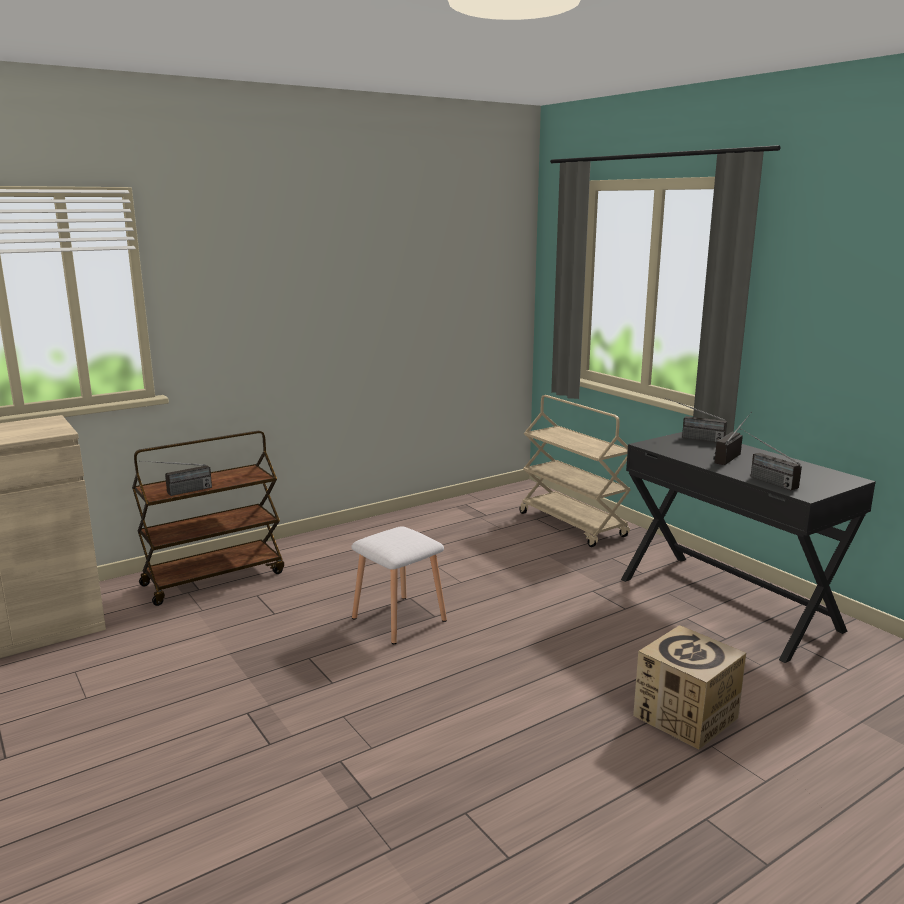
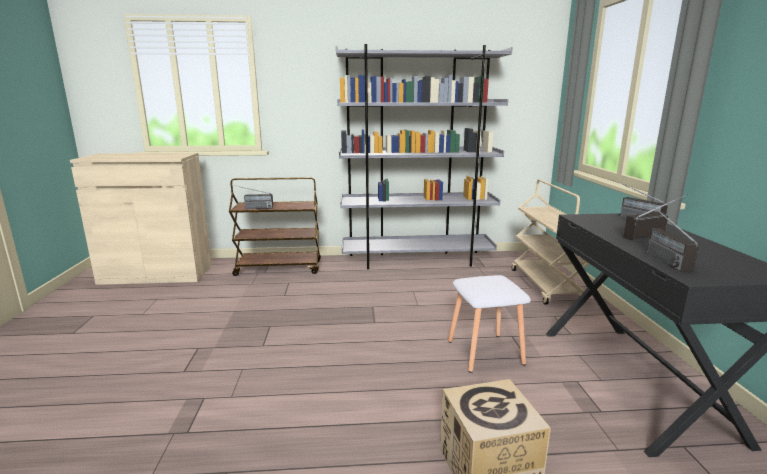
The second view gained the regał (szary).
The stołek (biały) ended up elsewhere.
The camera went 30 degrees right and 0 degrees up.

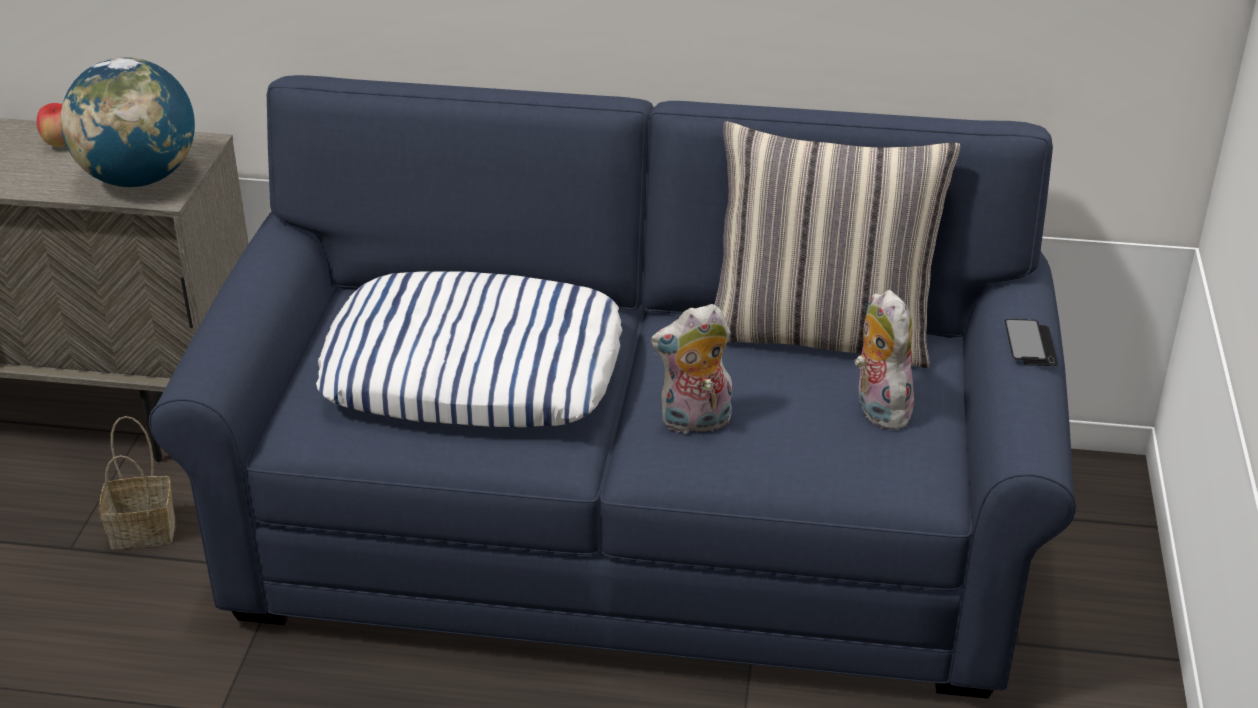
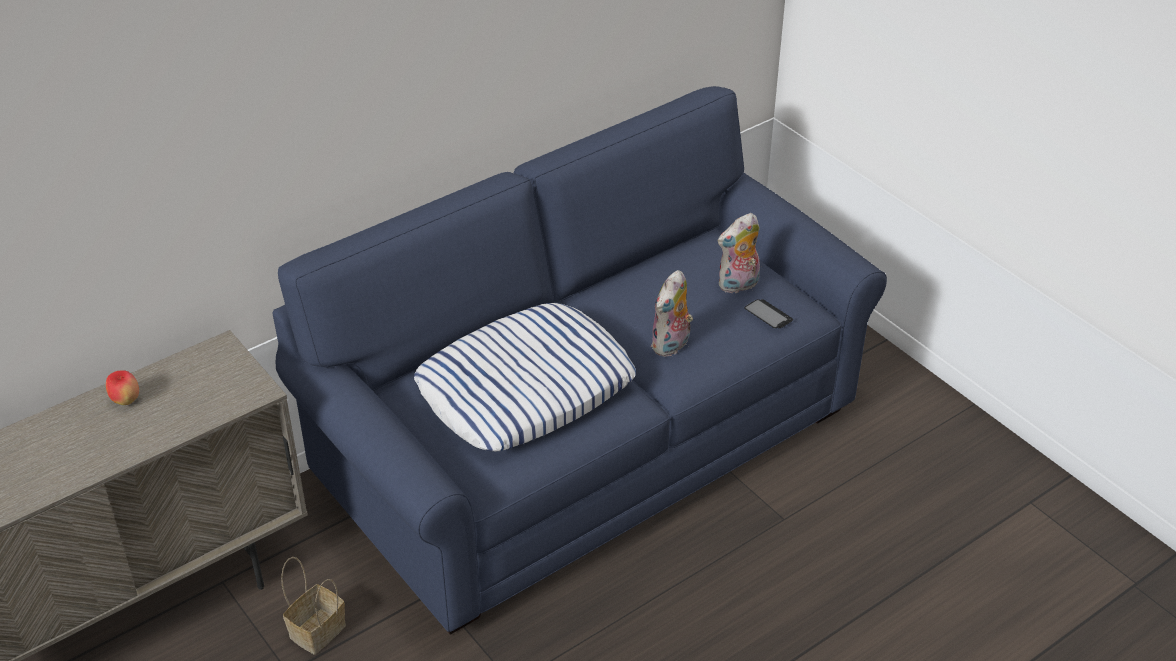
The pluszak (no. 2 from left) ended up facing another way, 60 degrees counterclockwise from before.
The telefon ended up elsewhere.
The second view lost the globus.
The second view lost the poduszka (no. 2 from left).
The camera went 45 degrees left and 5 degrees up.

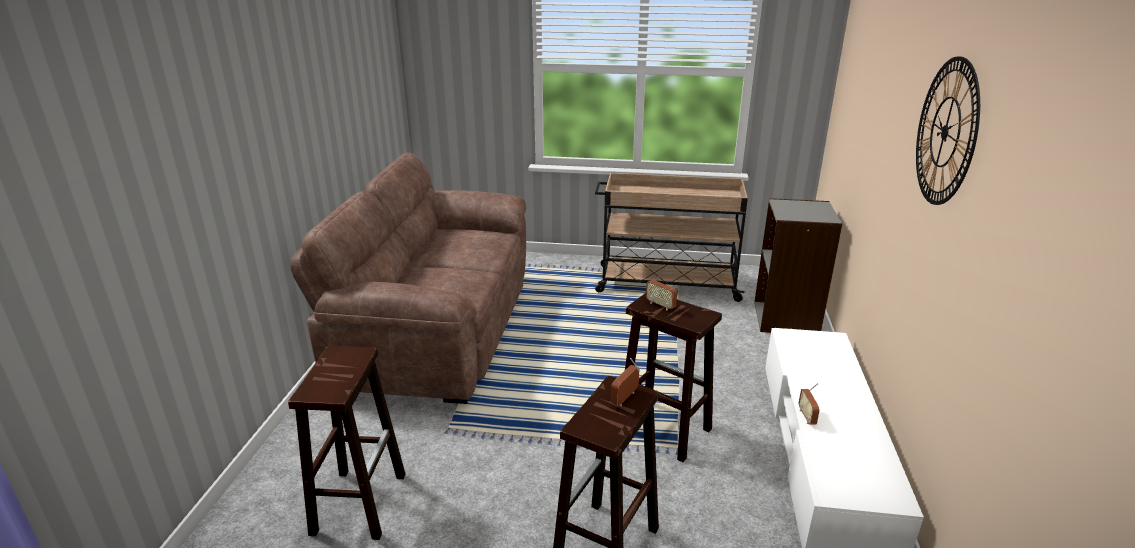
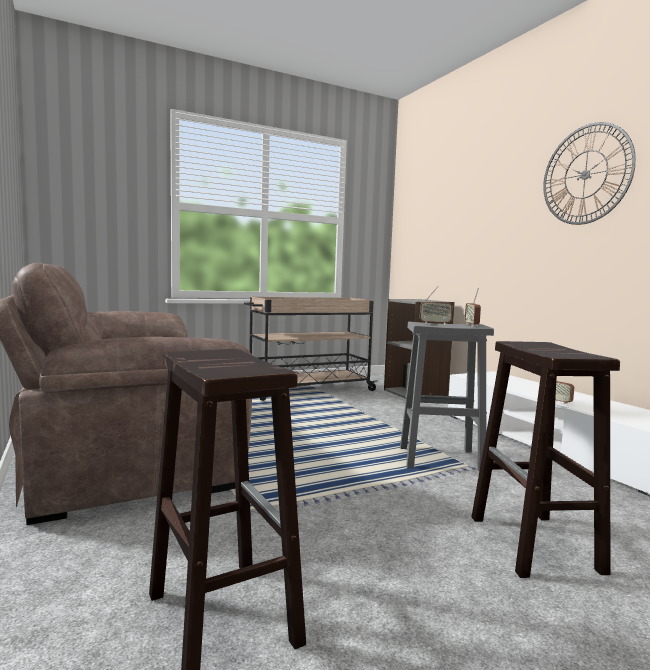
What was the stołek (brązowy) (no. 3 from left) turned into the stołek (szary).
The radio (no. 1 from left in the first image) ended up elsewhere.
The camera went 35 degrees left and 20 degrees down.

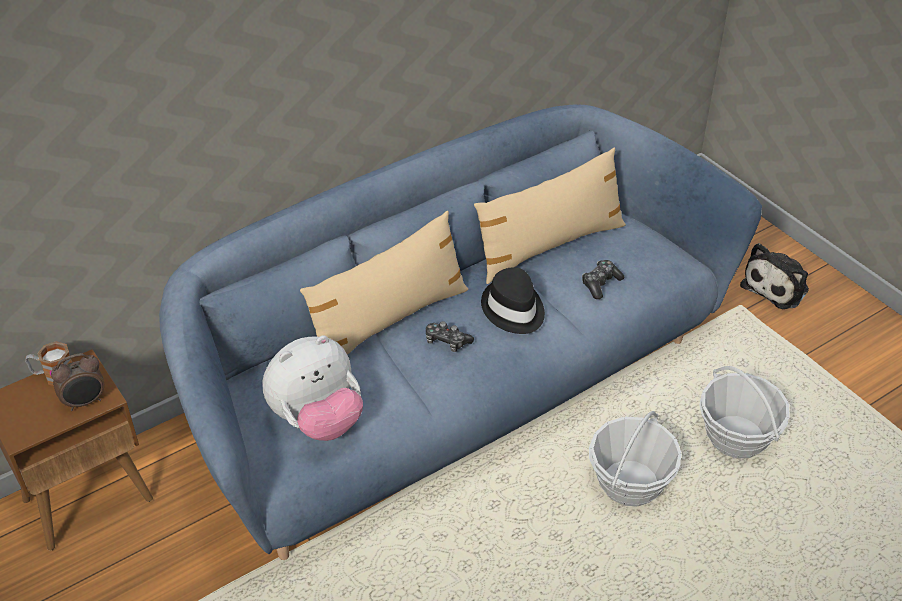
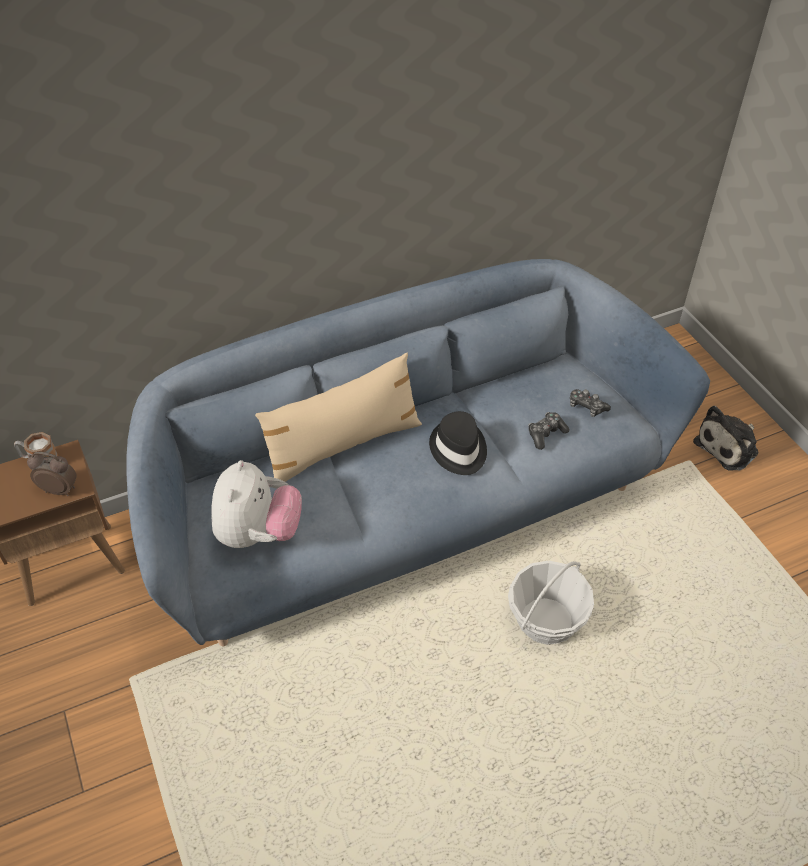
The budzik ended up facing another way, 150 degrees counterclockwise from before.
The pluszak (no. 1 from left) ended up facing another way, 60 degrees counterclockwise from before.
The pad do gier (no. 1 from left in the first image) ended up elsewhere.
The second view lost the poduszka (beżowy) (no. 2 from left).
The second view lost the koszyk (no. 2 from left).
The camera went 10 degrees right and 5 degrees up.

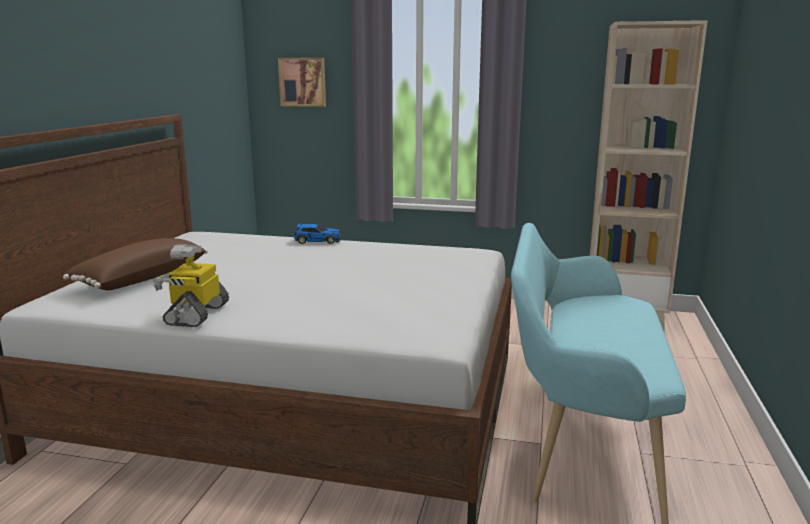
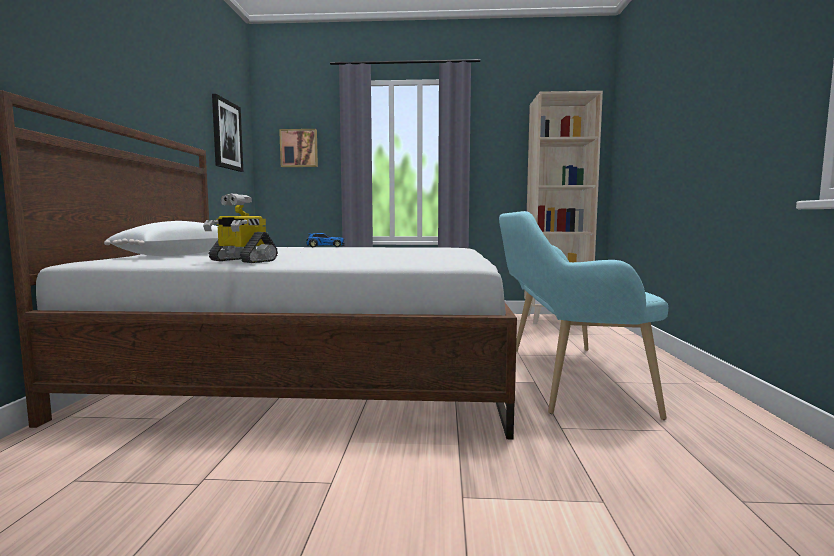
What was the poduszka (brązowy) turned into the poduszka (biały).
The robot zabawkowy ended up facing another way, 60 degrees counterclockwise from before.
The second view gained the obraz (no. 1 from left).
The camera went 10 degrees left and 10 degrees down.

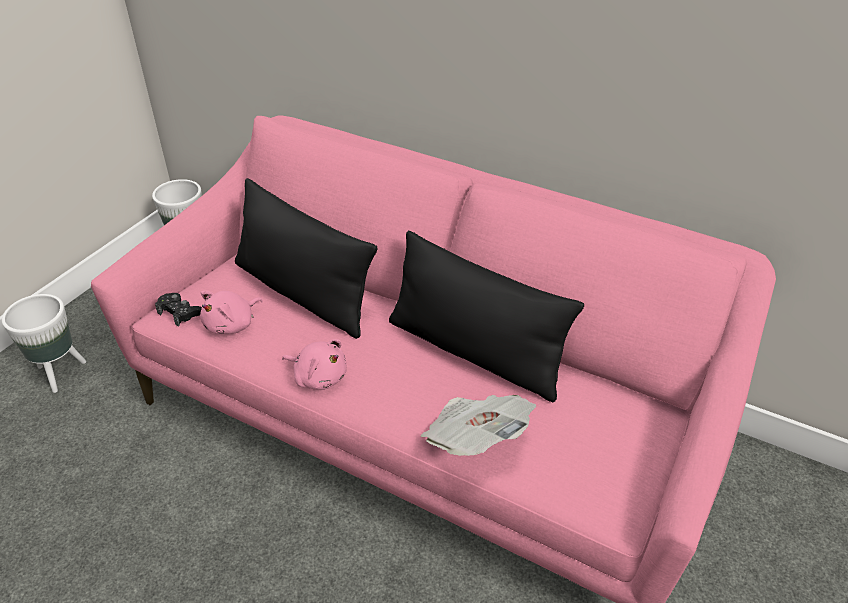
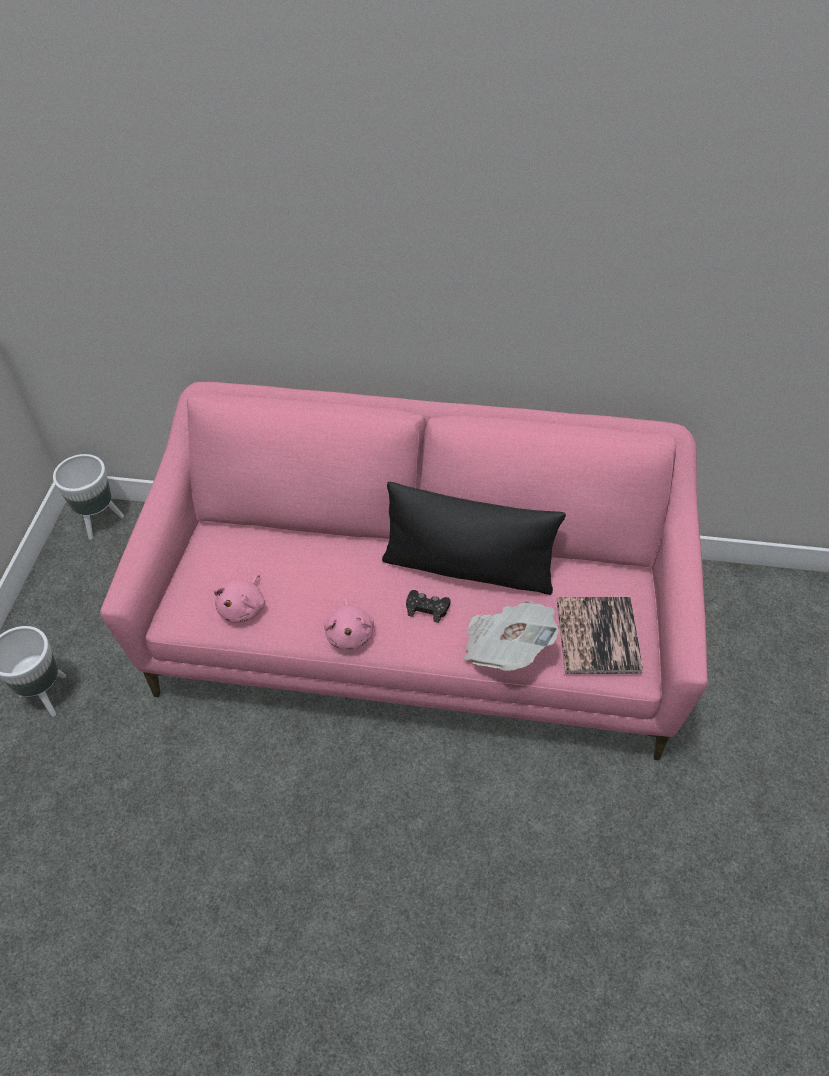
The pluszak (różowy) (no. 2 from left) ended up facing another way, 75 degrees clockwise from before.
The pad do gier (czarny) ended up elsewhere.
The second view gained the książka.
The second view lost the poduszka (czarny) (no. 1 from left).
The camera went 20 degrees left and 10 degrees up.

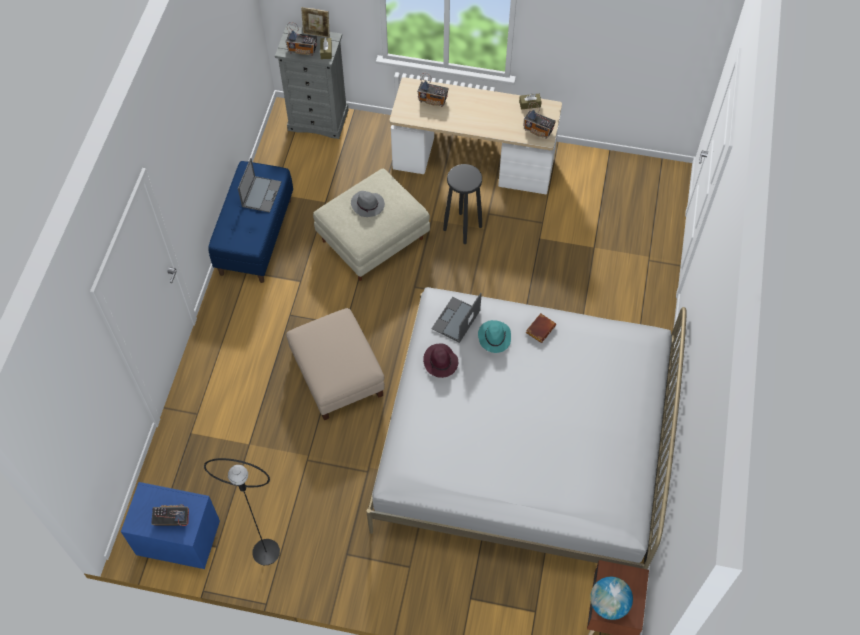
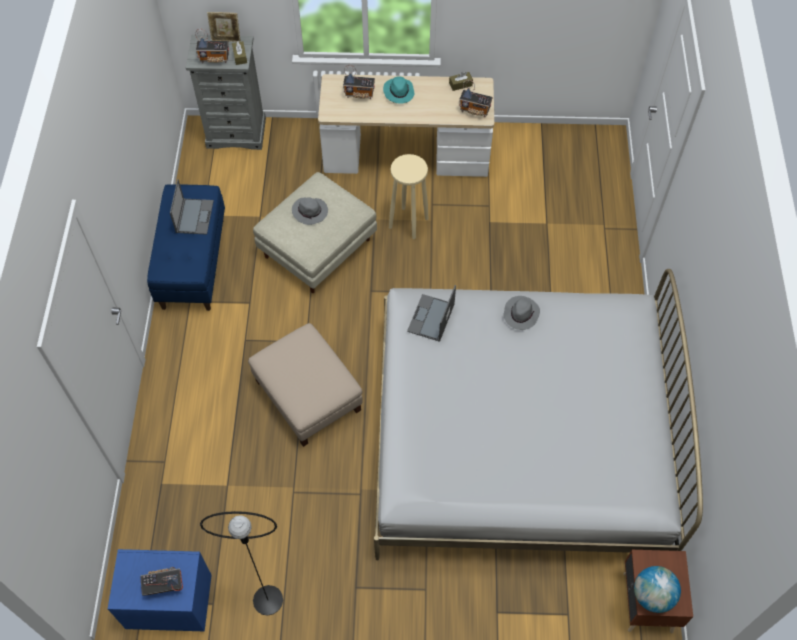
The kapelusz (turkusowy) ended up elsewhere.
What was the stołek (czarny) turned into the stołek (beżowy).
Where the książka (brązowy) stood, the kapelusz (szary) (no. 2 from left) came to stand.
The second view lost the kapelusz (fioletowy).
The camera went 10 degrees left and 0 degrees up.

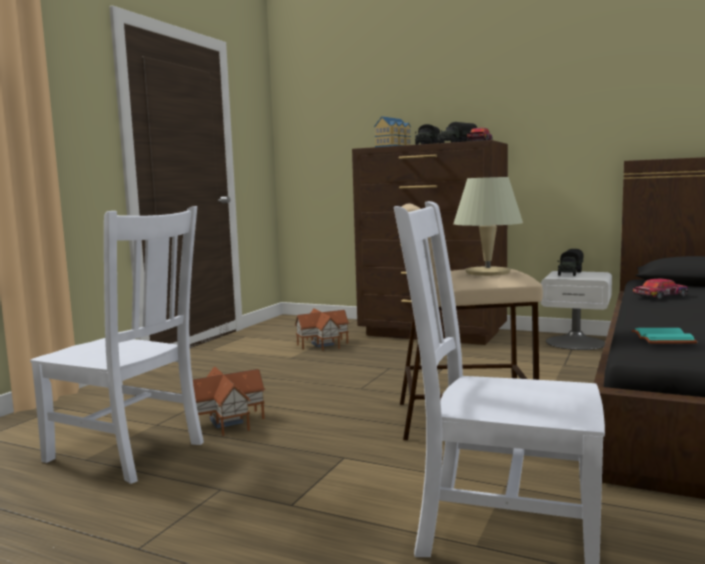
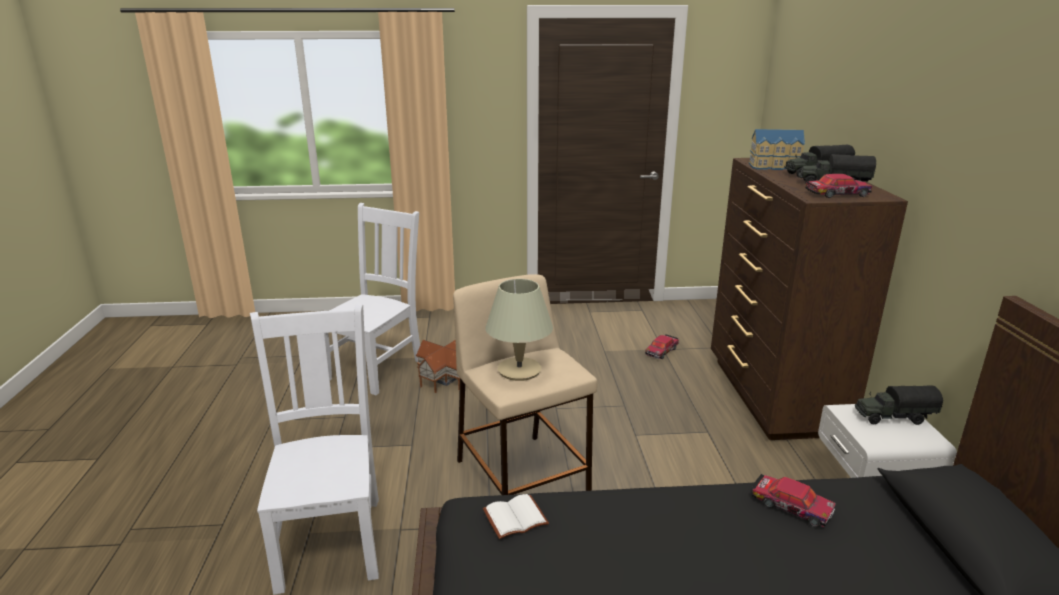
The krzesło (biały) (no. 1 from left in the first image) ended up facing another way, 150 degrees counterclockwise from before.
What was the książka (turkusowy) turned into the książka (biały).
Where the domek (no. 2 from left) stood, the samochodzik (no. 1 from left) came to stand.
The camera went 60 degrees right and 15 degrees up.

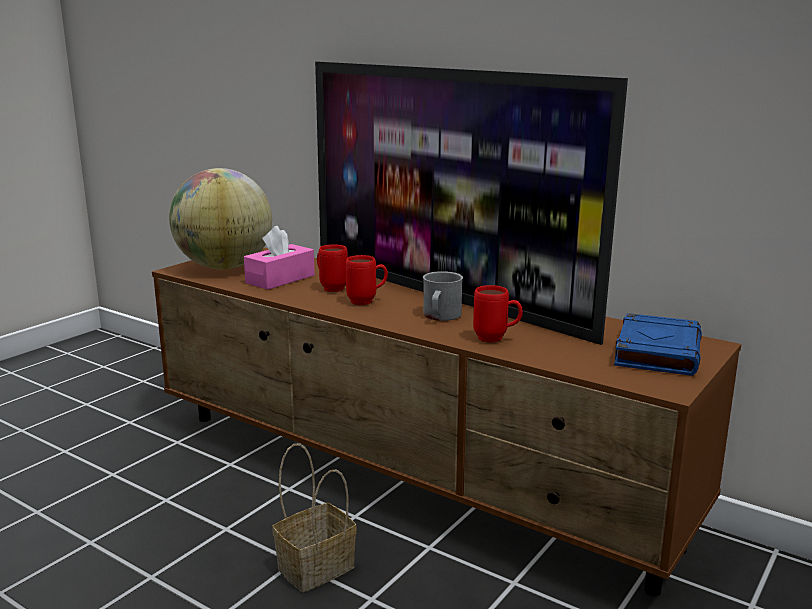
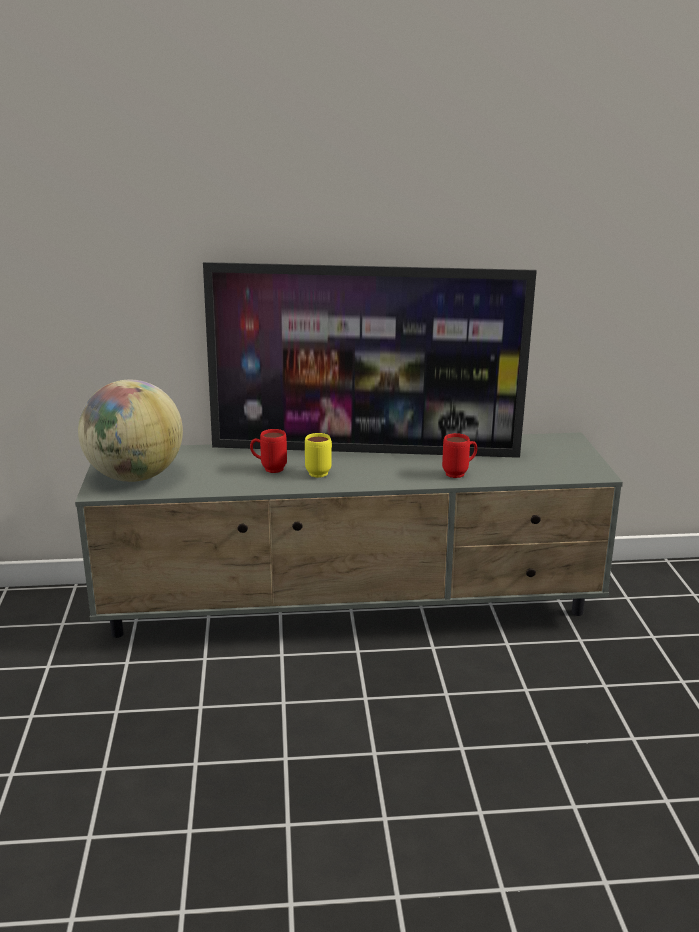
What was the szafka pod telewizor (brązowy) turned into the szafka pod telewizor (szary).
What was the kubek (czerwony) (no. 2 from left) turned into the kubek (żółty).
The second view lost the pudełko chusteczek (różowy).
The second view lost the koszyk.
The second view lost the kubek (szary).
The second view lost the książka (niebieski).
The camera went 40 degrees left and 5 degrees up.

